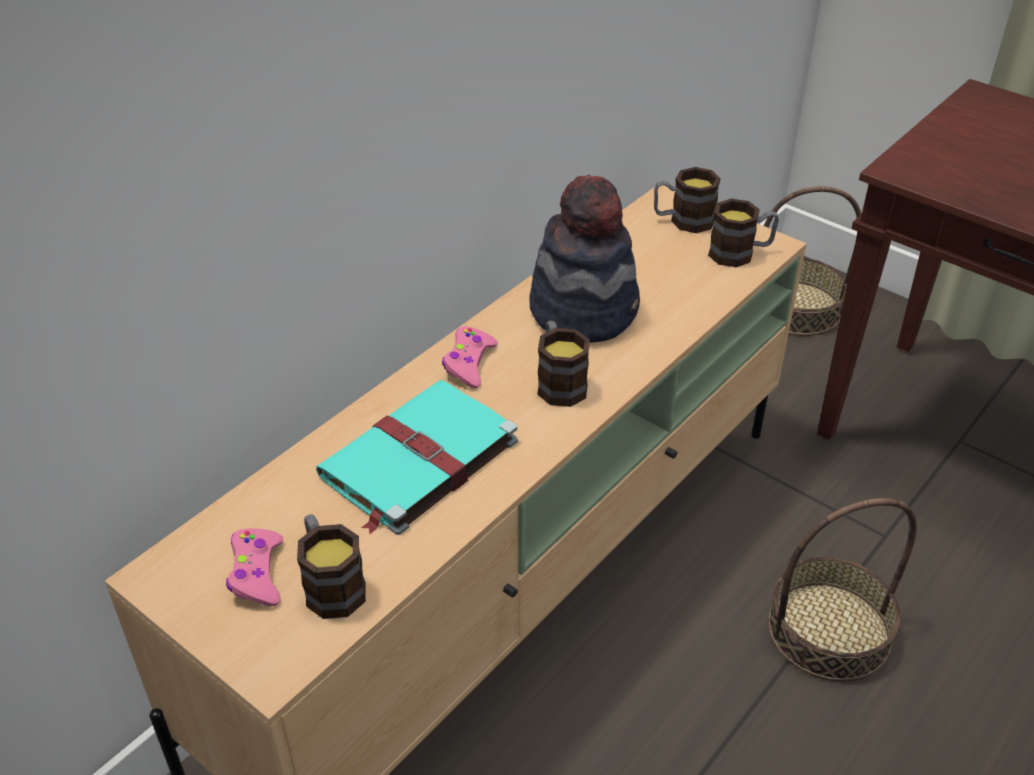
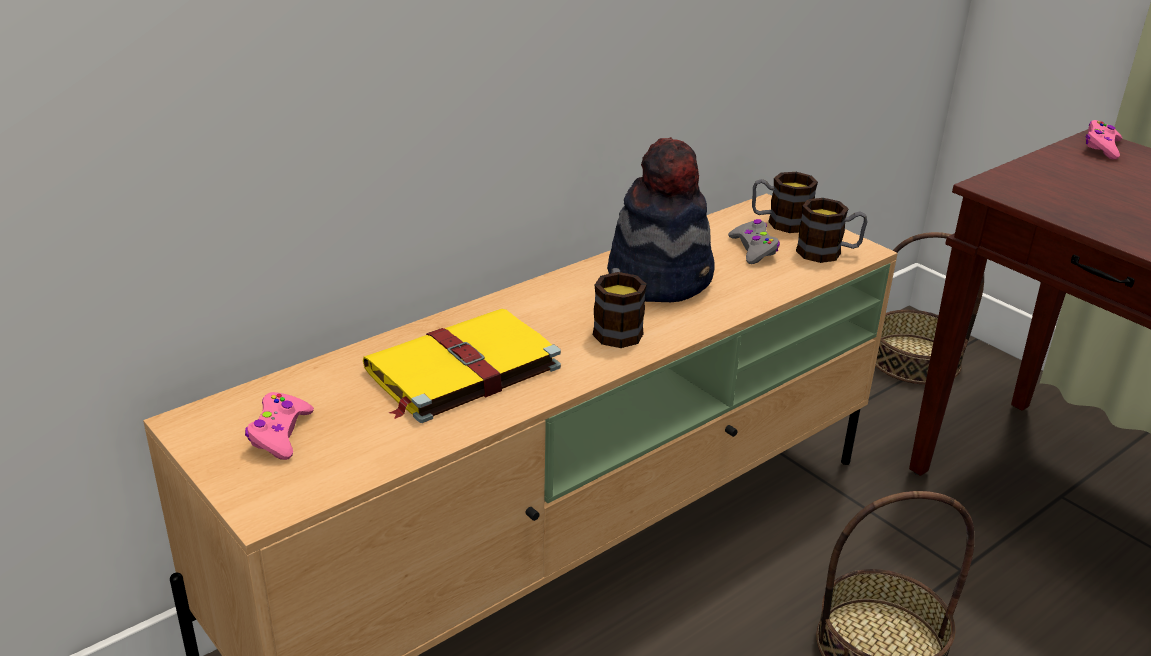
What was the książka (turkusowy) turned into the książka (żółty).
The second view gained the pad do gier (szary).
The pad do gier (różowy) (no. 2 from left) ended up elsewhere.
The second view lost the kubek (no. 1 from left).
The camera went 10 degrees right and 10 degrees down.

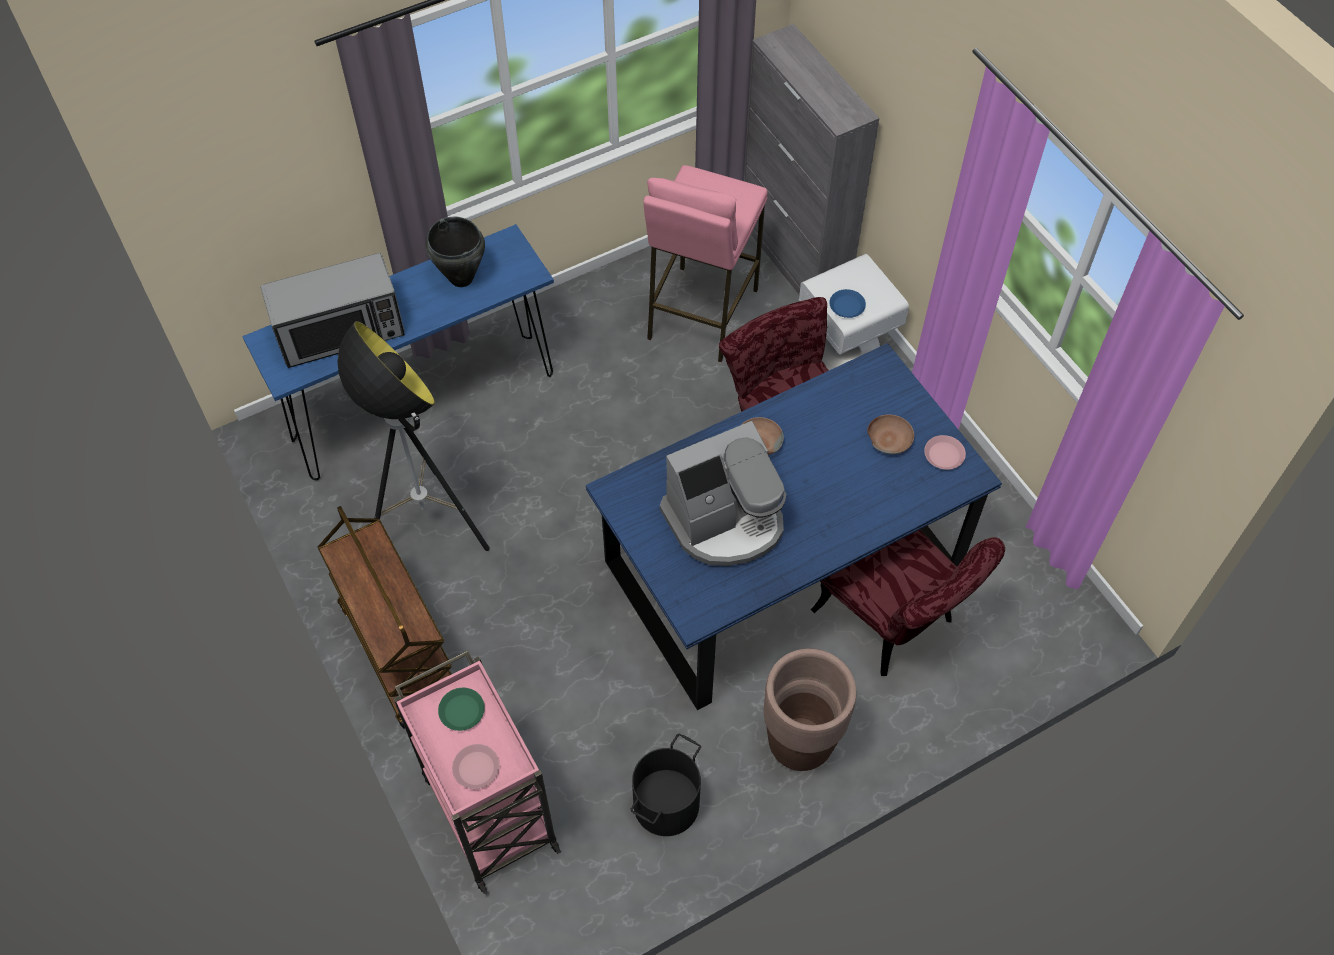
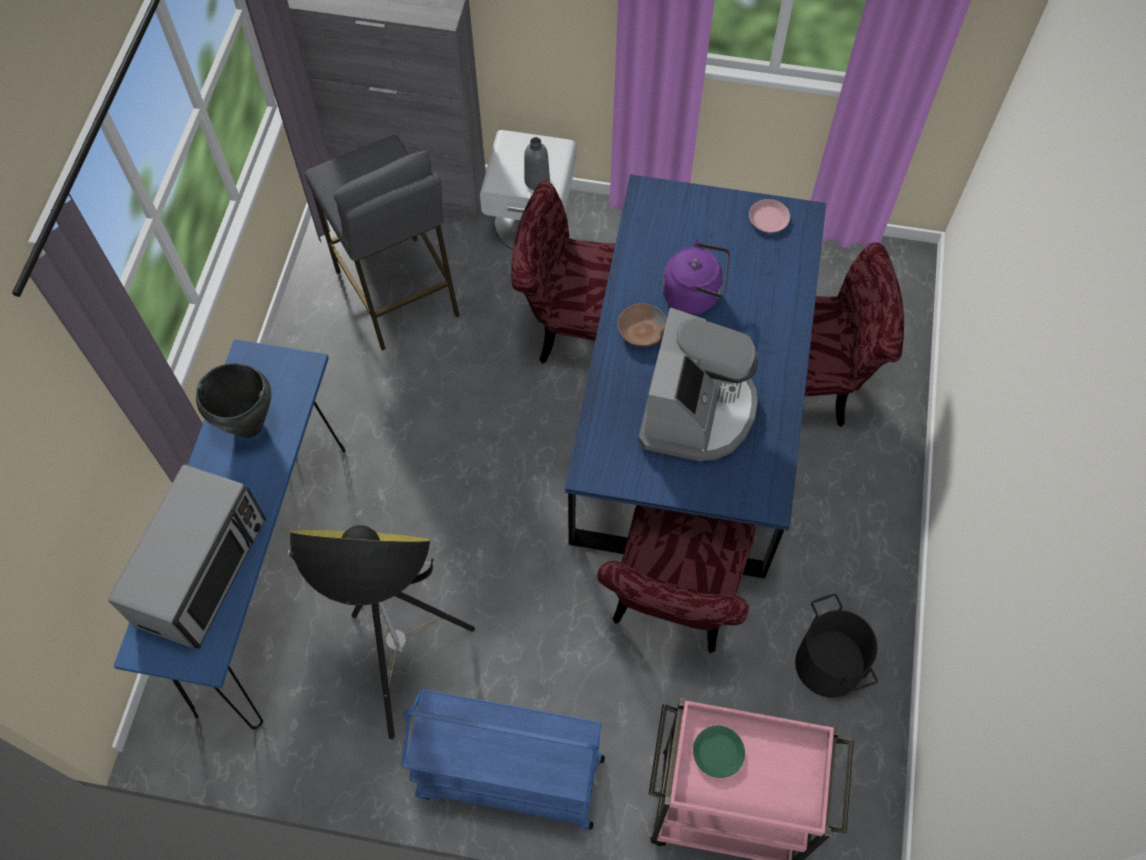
What was the stołek (różowy) turned into the stołek (szary).
What was the wózek (brązowy) turned into the wózek (niebieski).
Where the talerz (niebieski) stood, the butelka (szary) came to stand.
The second view gained the krzesło (czerwony) (no. 2 from left).
The second view gained the czajnik (fioletowy).
The second view lost the talerz (różowy) (no. 1 from left).
The second view lost the donica (brązowy).
The second view lost the miska (brązowy) (no. 2 from left).
The camera went 50 degrees left and 5 degrees up.

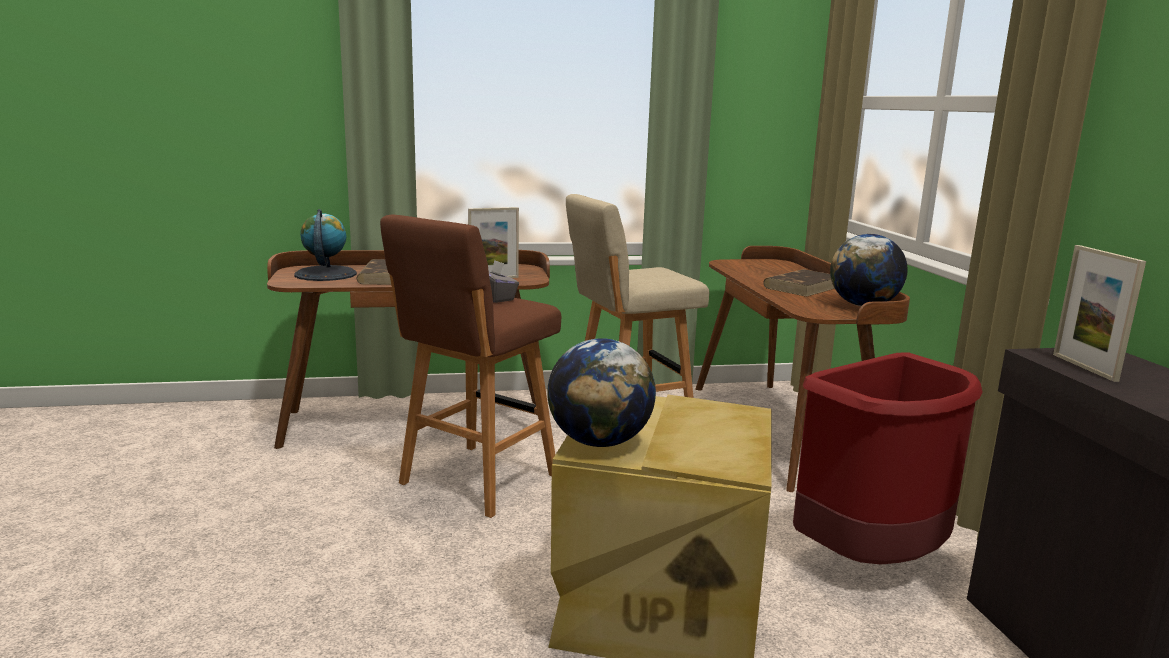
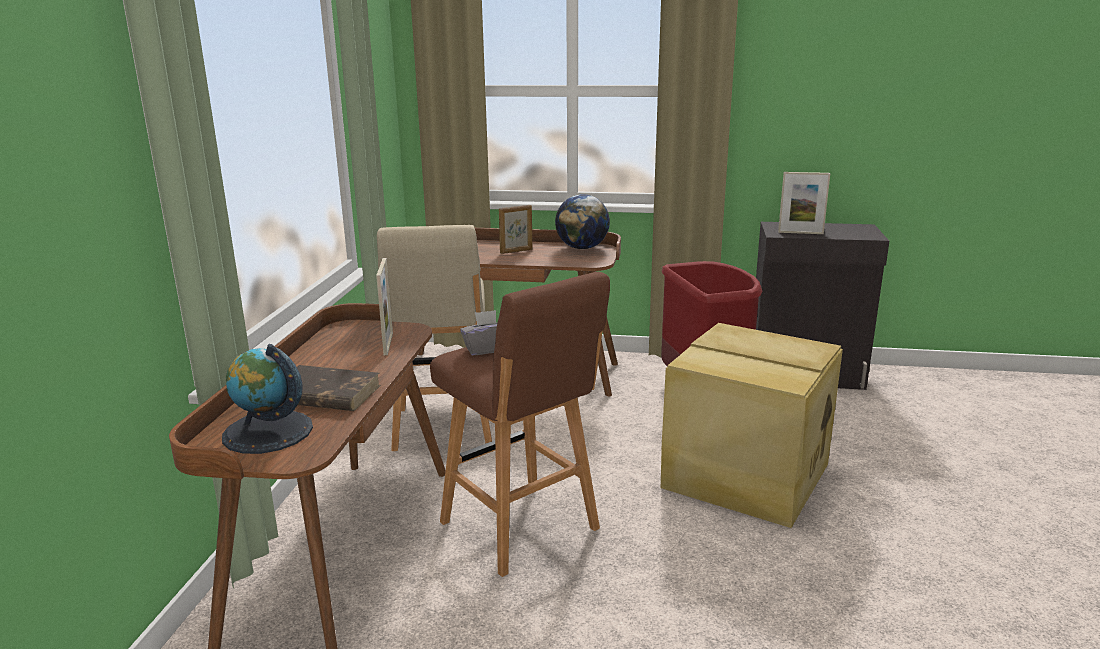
Where the książka (brązowy) (no. 2 from left) stood, the ramka na zdjęcie (no. 2 from left) came to stand.
The second view lost the globus (no. 2 from left).
The camera went 70 degrees left and 5 degrees up.

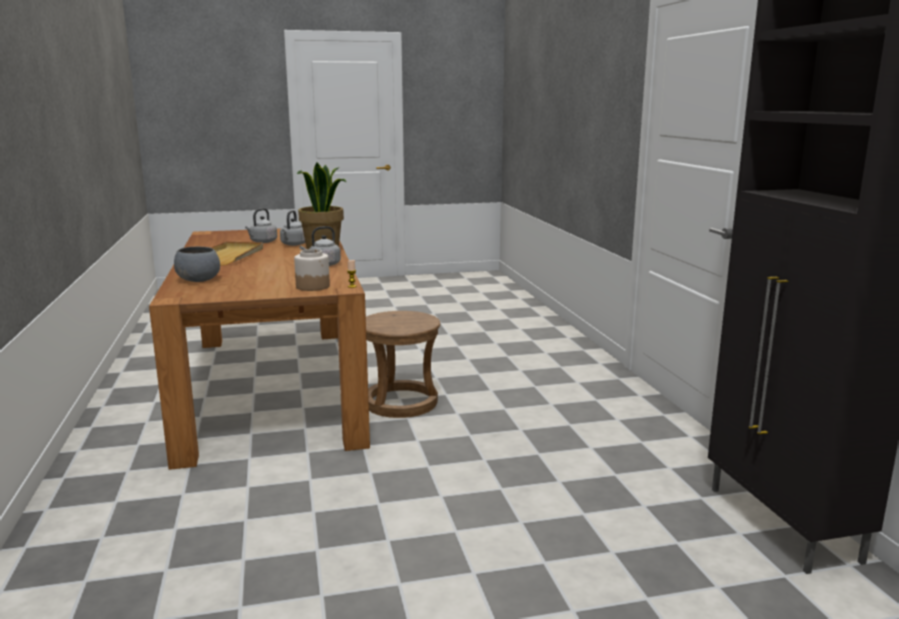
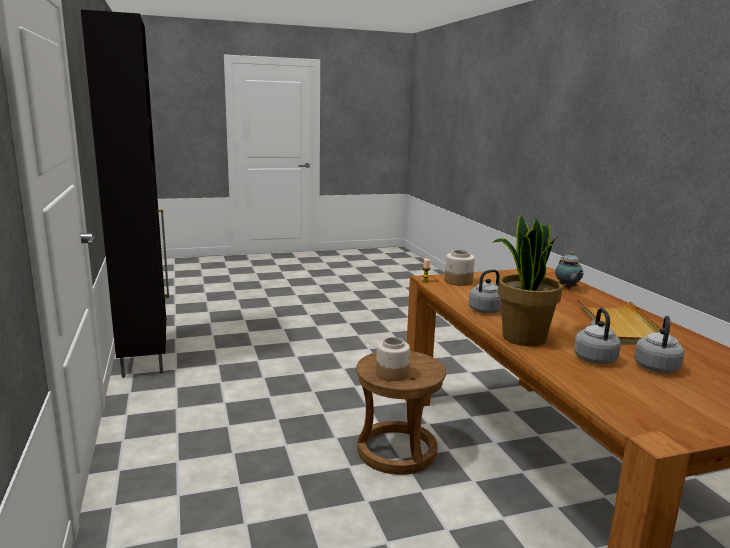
The second view gained the słoik (no. 1 from left).
Where the miska (szary) stood, the imbryk came to stand.
The camera went 175 degrees right and 0 degrees up.

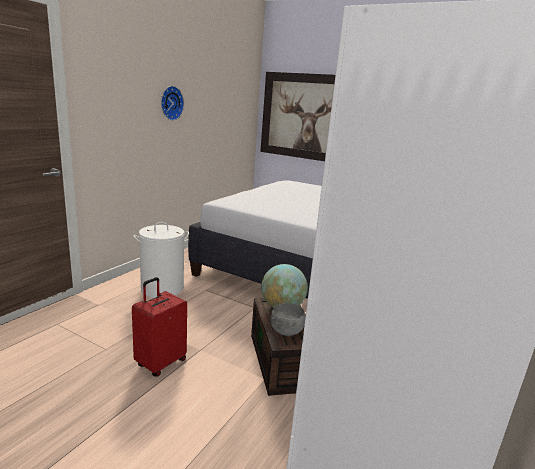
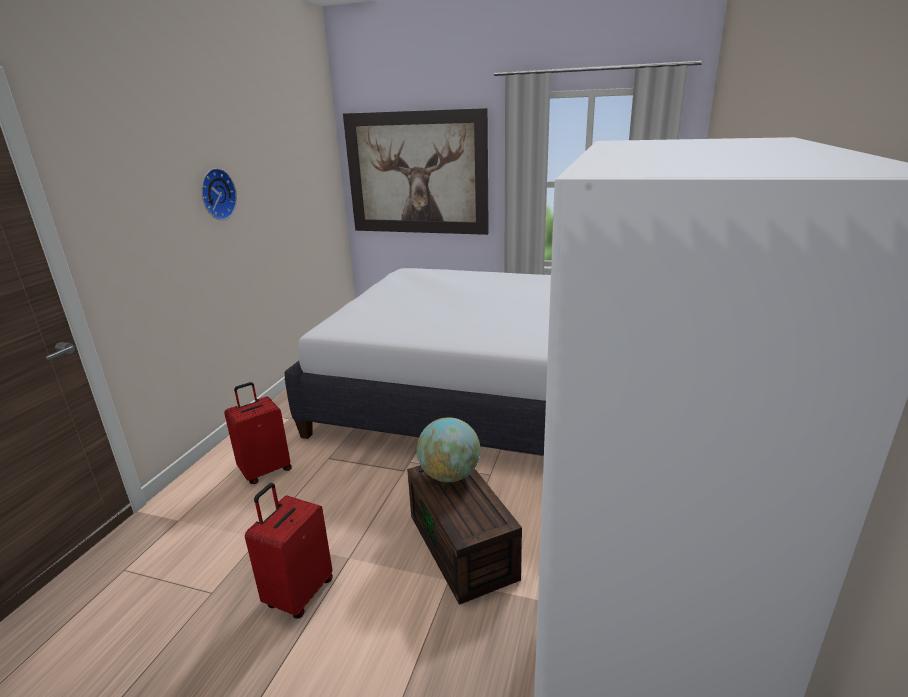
Where the kosz na pranie (biały) stood, the walizka (czerwony) (no. 1 from left) came to stand.
The second view lost the miska (szary).
The camera went 10 degrees left and 5 degrees up.

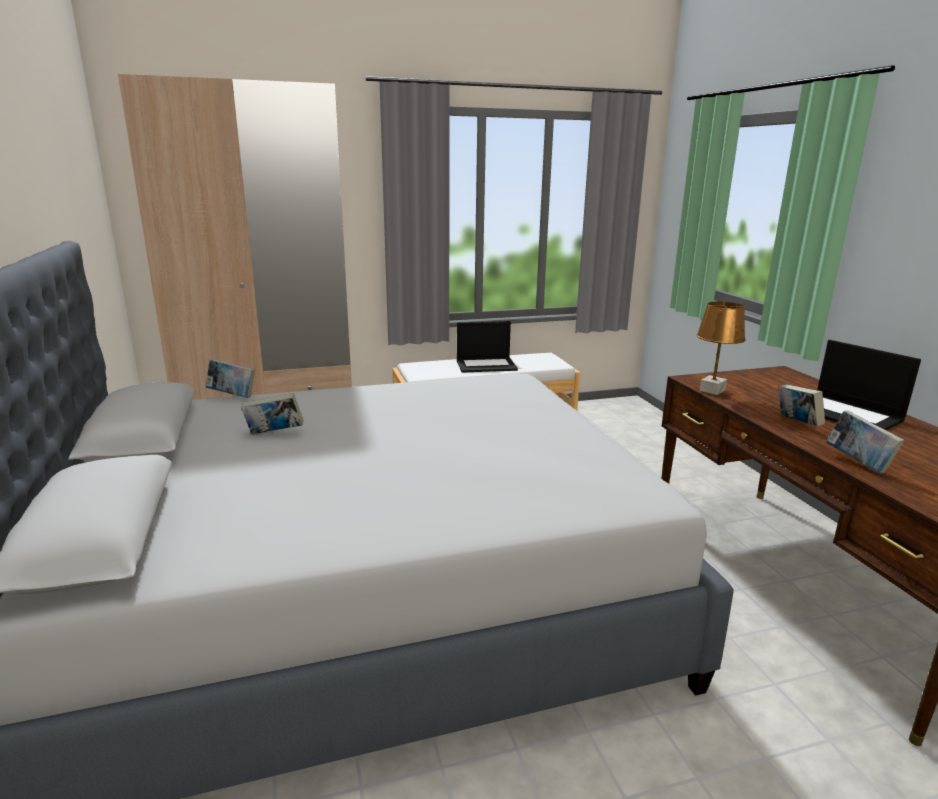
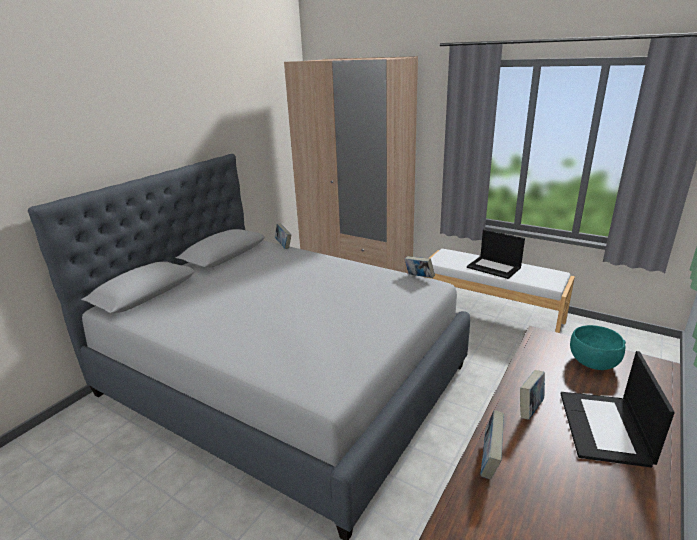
The książka (no. 2 from left) ended up elsewhere.
The second view gained the miska (turkusowy).
The second view lost the lampa stołowa (brązowy).
The camera went 50 degrees right and 5 degrees up.

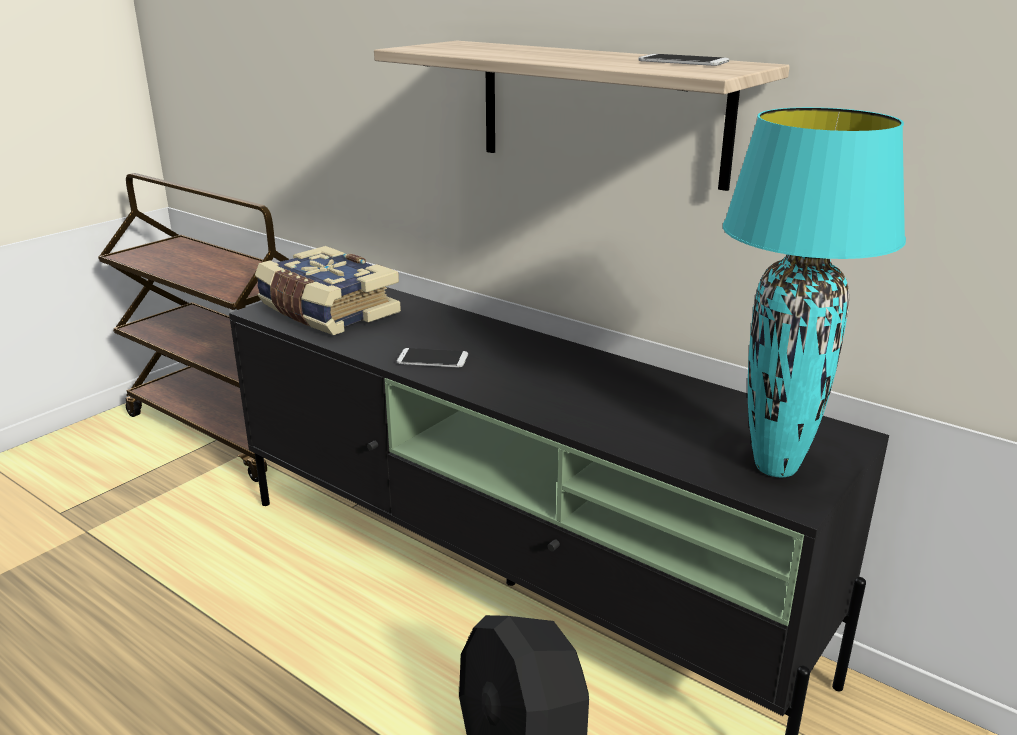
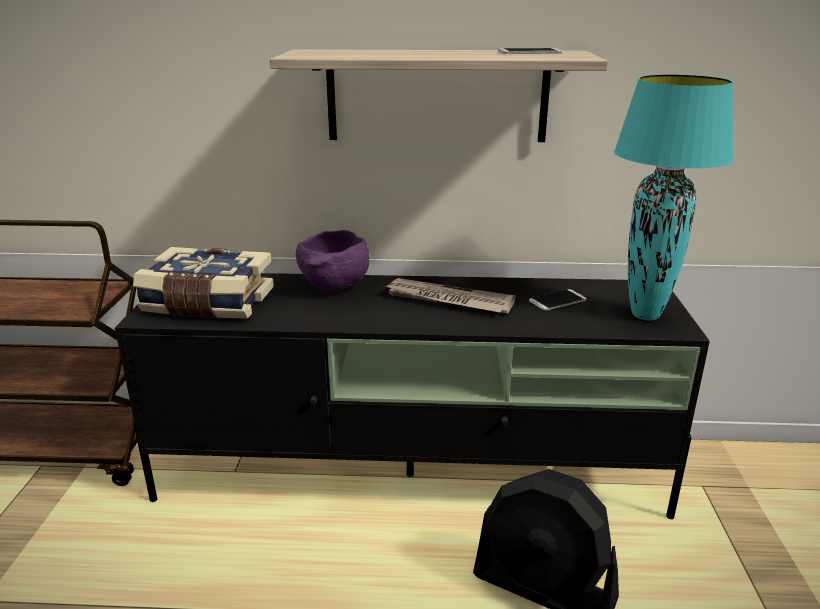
The second view gained the miska (fioletowy).
The second view gained the gazeta.
The telefon (no. 1 from left in the first image) ended up elsewhere.
The camera went 35 degrees left and 0 degrees up.

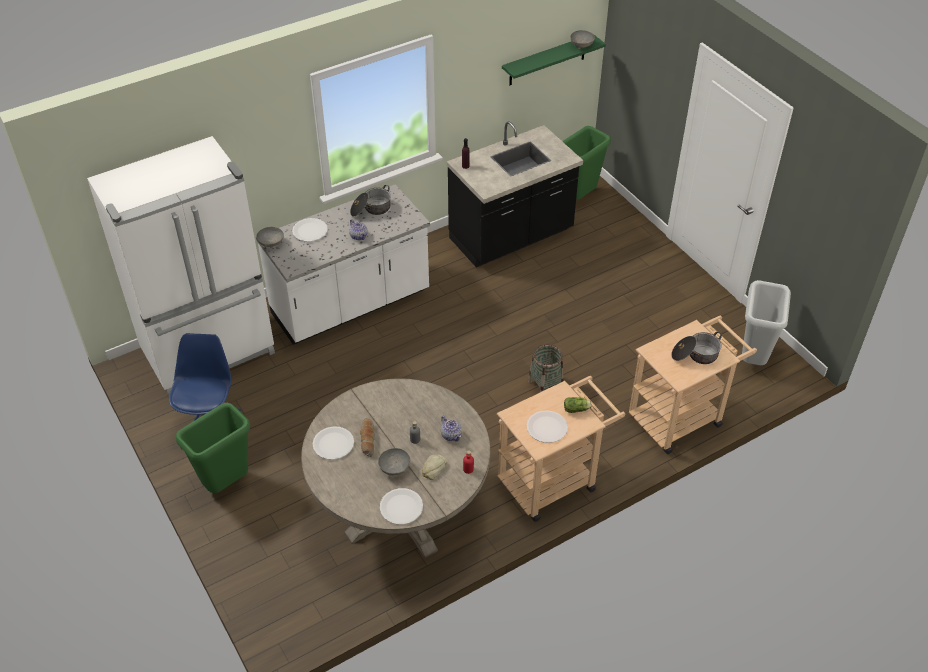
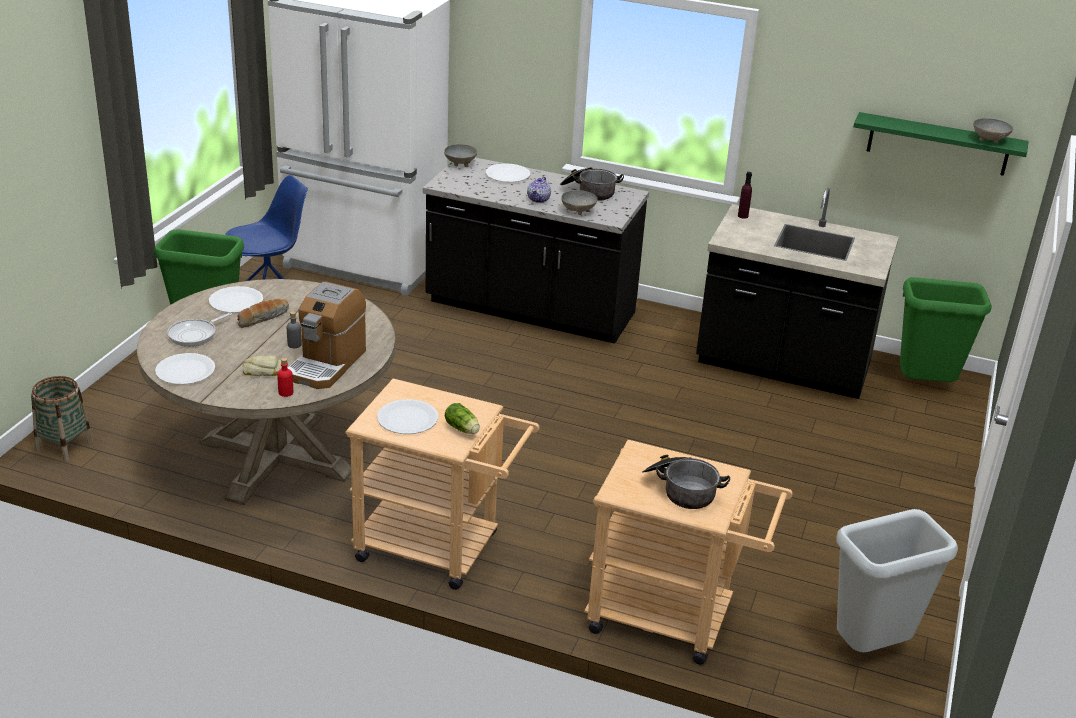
The koszyk ended up elsewhere.
The second view gained the patelnia.
Where the imbryk (no. 2 from left) stood, the ekspres do kawy came to stand.
What was the zabudowa kuchenna (biały) turned into the zabudowa kuchenna (czarny) (no. 1 from left).
The miska (szary) (no. 2 from left) ended up elsewhere.
The camera went 50 degrees right and 15 degrees down.

